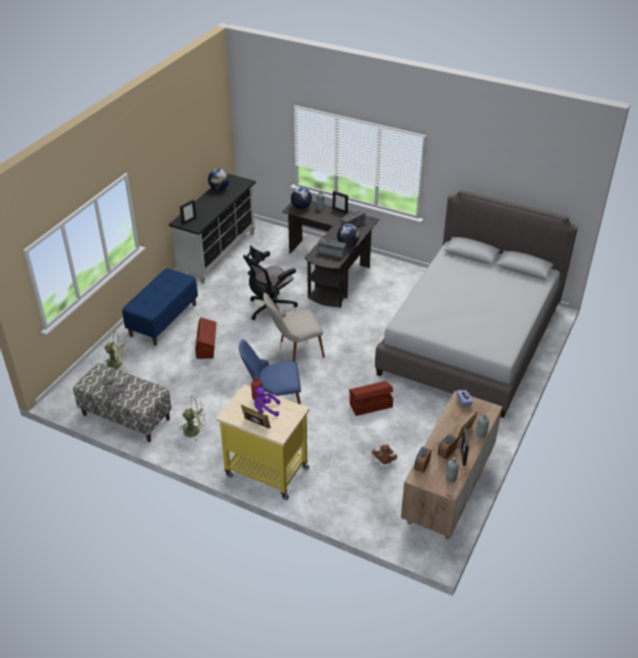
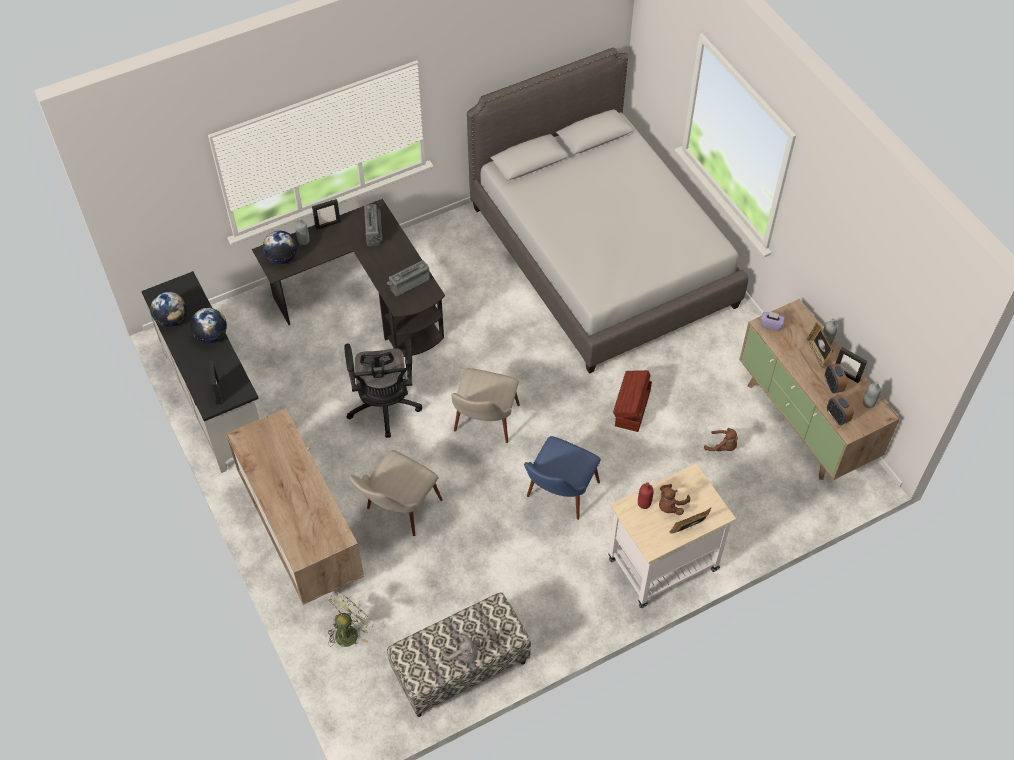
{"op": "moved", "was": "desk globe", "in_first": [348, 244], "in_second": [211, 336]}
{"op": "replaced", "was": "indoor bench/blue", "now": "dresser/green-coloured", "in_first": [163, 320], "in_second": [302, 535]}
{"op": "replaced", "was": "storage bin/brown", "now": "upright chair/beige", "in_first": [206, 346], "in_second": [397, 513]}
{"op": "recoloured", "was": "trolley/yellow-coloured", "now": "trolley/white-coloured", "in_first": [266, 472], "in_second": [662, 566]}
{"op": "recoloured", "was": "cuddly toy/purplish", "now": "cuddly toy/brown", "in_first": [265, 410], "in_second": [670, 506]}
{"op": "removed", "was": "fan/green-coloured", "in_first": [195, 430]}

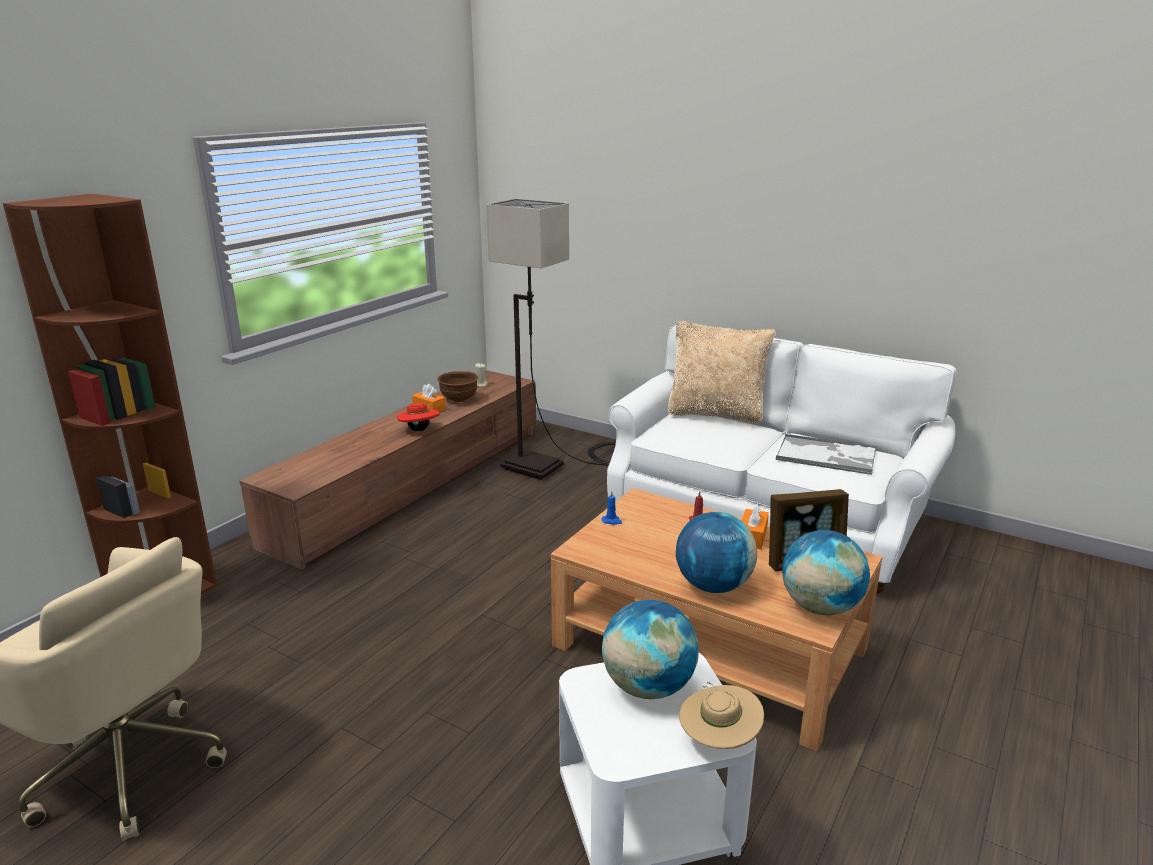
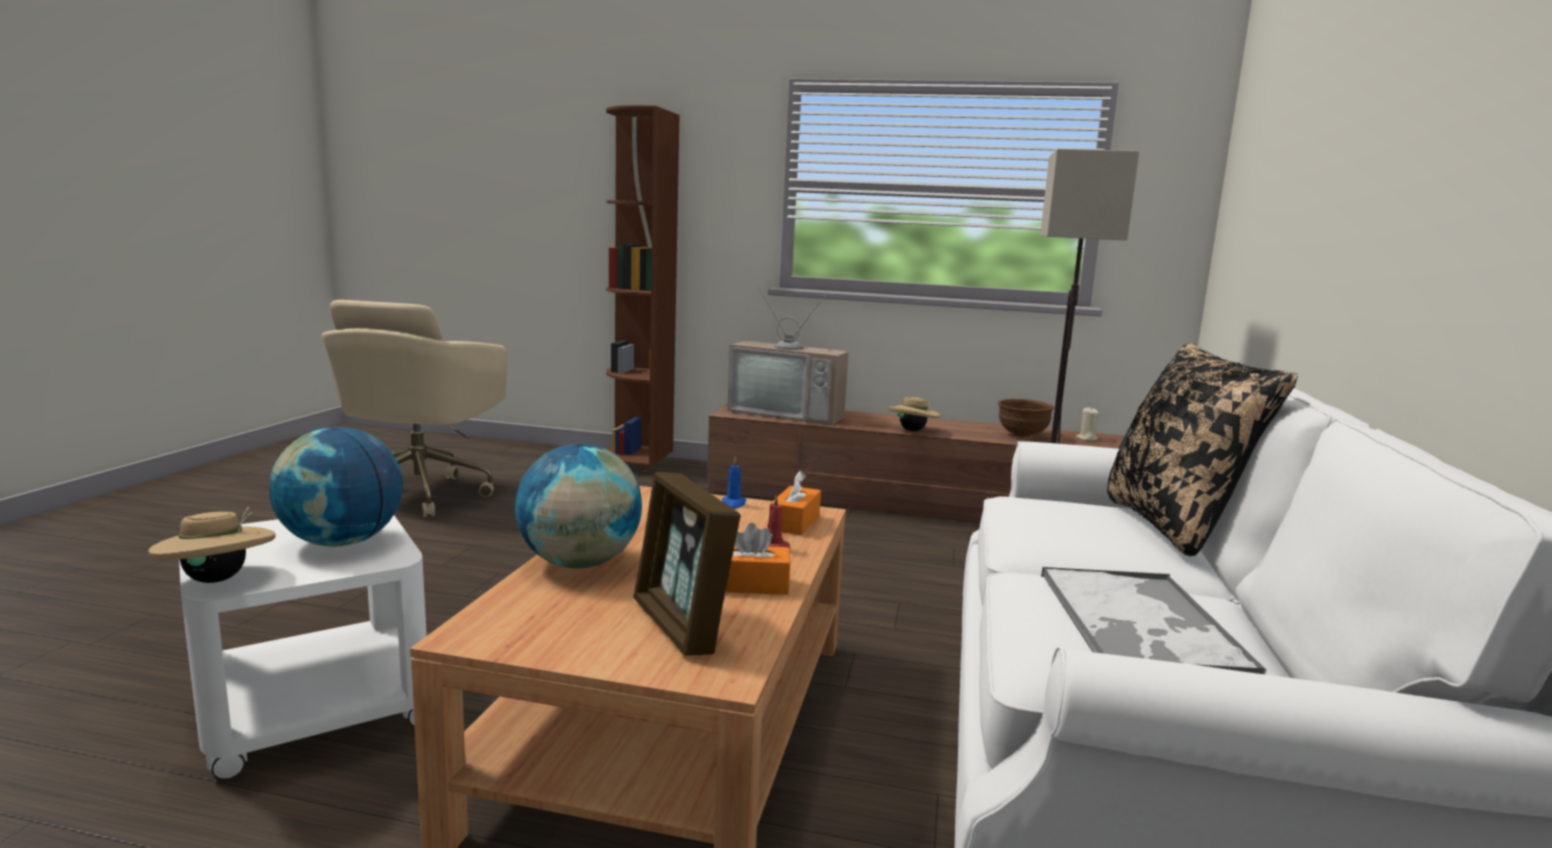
{"op": "added", "now": "TV set", "in_second": [789, 413]}
{"op": "moved", "was": "box of tissues/orange", "in_first": [429, 408], "in_second": [794, 523]}
{"op": "recoloured", "was": "wearable hat/reddish", "now": "wearable hat/beige", "in_first": [419, 430], "in_second": [913, 431]}
{"op": "recoloured", "was": "cushion/beige", "now": "cushion/black", "in_first": [716, 416], "in_second": [1172, 530]}
{"op": "removed", "was": "desk globe", "in_first": [820, 607]}

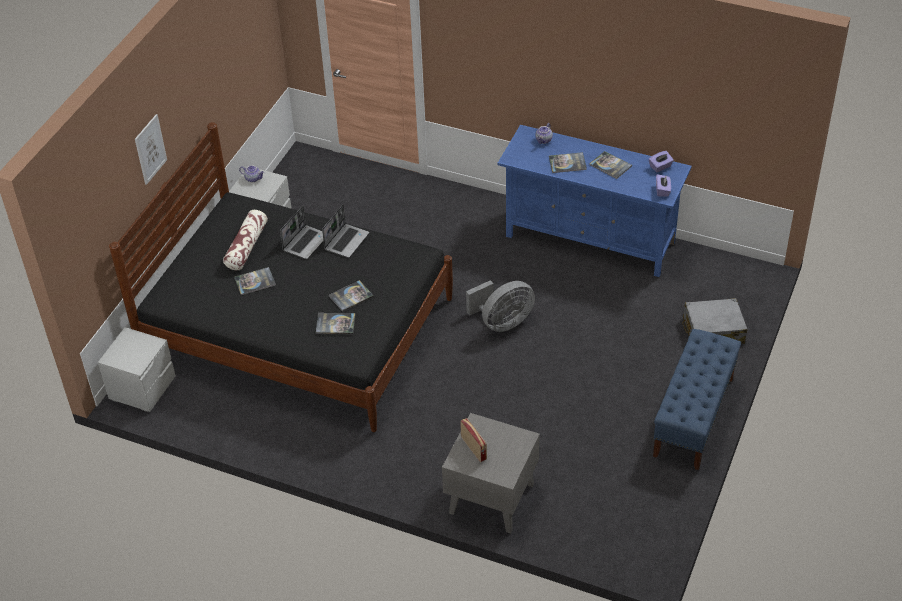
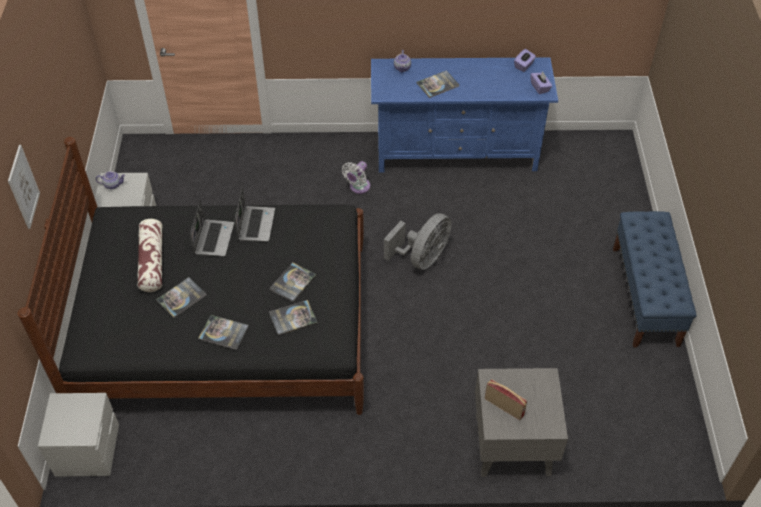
{"op": "moved", "was": "book", "in_first": [610, 165], "in_second": [223, 332]}
{"op": "added", "now": "fan/white-coloured", "in_second": [358, 187]}
{"op": "removed", "was": "suitcase/greyish", "in_first": [713, 330]}

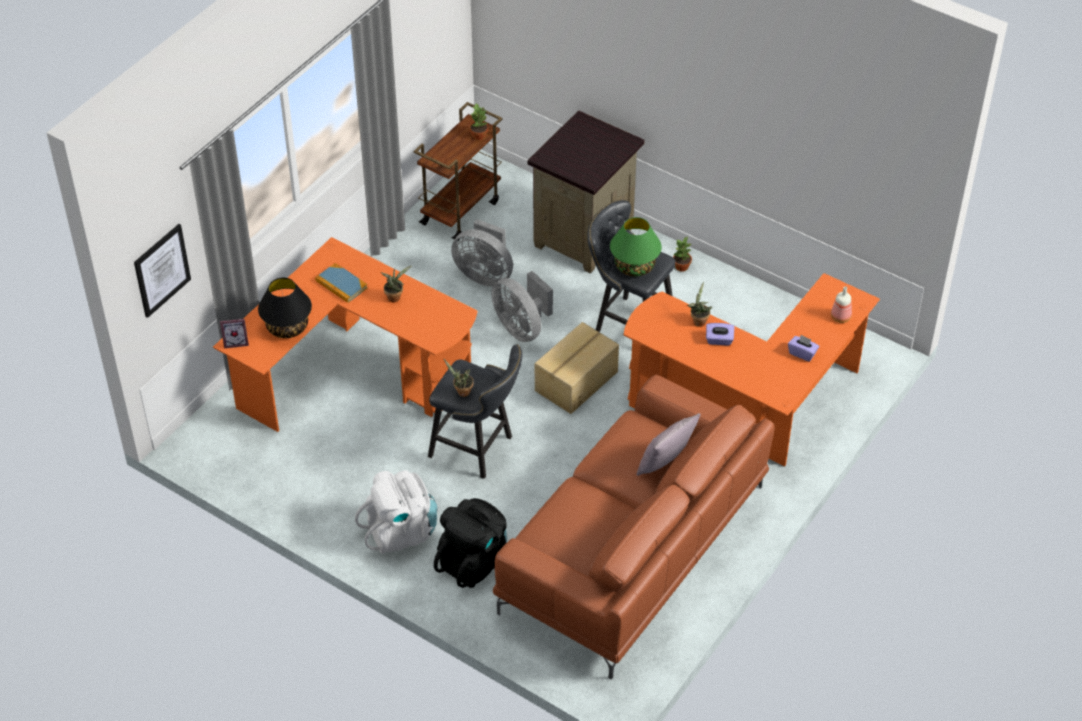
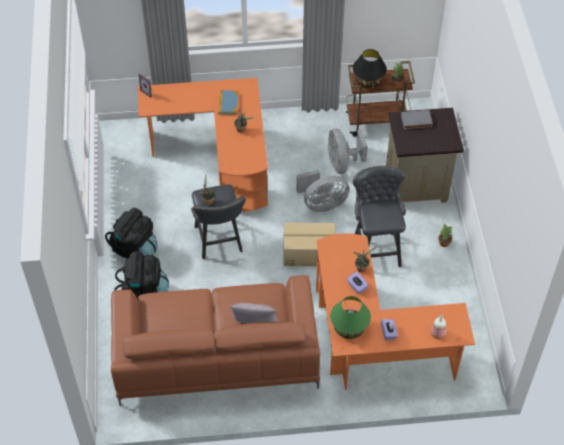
{"op": "recoloured", "was": "rucksack/white-coloured", "now": "rucksack/black", "in_first": [401, 532], "in_second": [135, 249]}
{"op": "turned", "was": "fan/greyish", "in_first": [522, 328], "in_second": [322, 204], "clockwise": -120}
{"op": "moved", "was": "tabletop lamp/green-coloured", "in_first": [634, 266], "in_second": [349, 328]}
{"op": "moved", "was": "tabletop lamp/black", "in_first": [287, 327], "in_second": [368, 81]}
{"op": "added", "now": "book/greyish", "in_second": [416, 121]}
{"op": "removed", "was": "wall art", "in_first": [161, 270]}

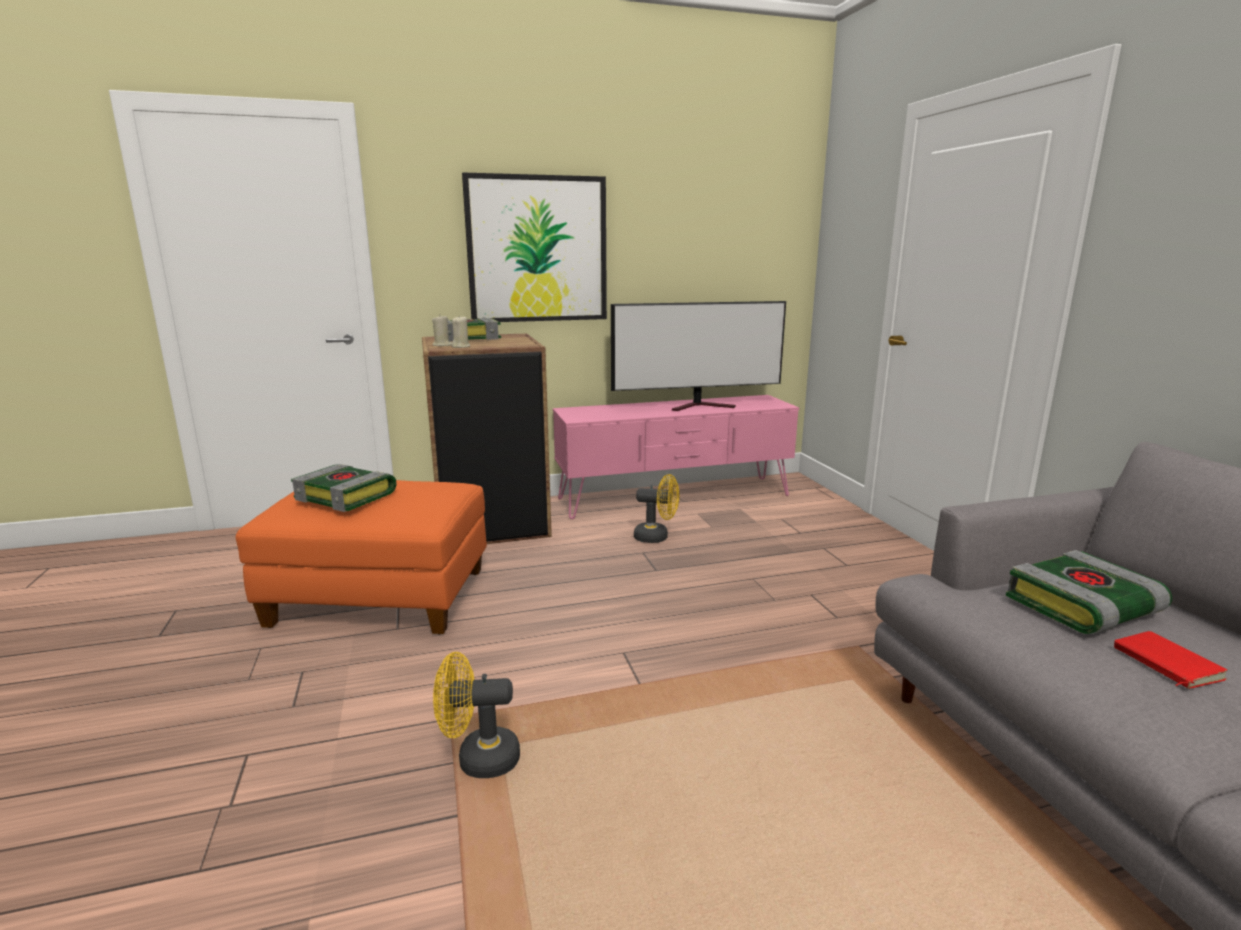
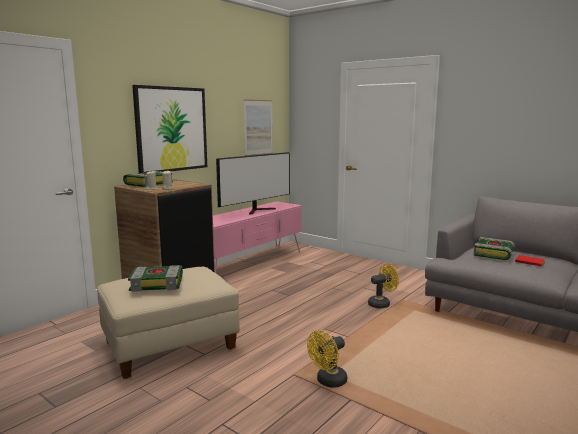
{"op": "recoloured", "was": "footrest/orange", "now": "footrest/beige", "in_first": [381, 598], "in_second": [170, 345]}
{"op": "added", "now": "wall art", "in_second": [258, 127]}
{"op": "moved", "was": "fan/yellow-coloured", "in_first": [657, 537], "in_second": [382, 304]}

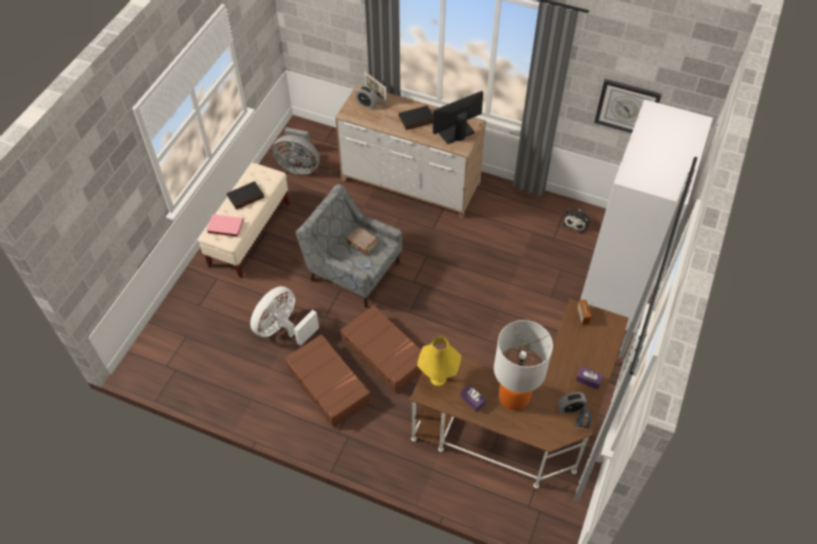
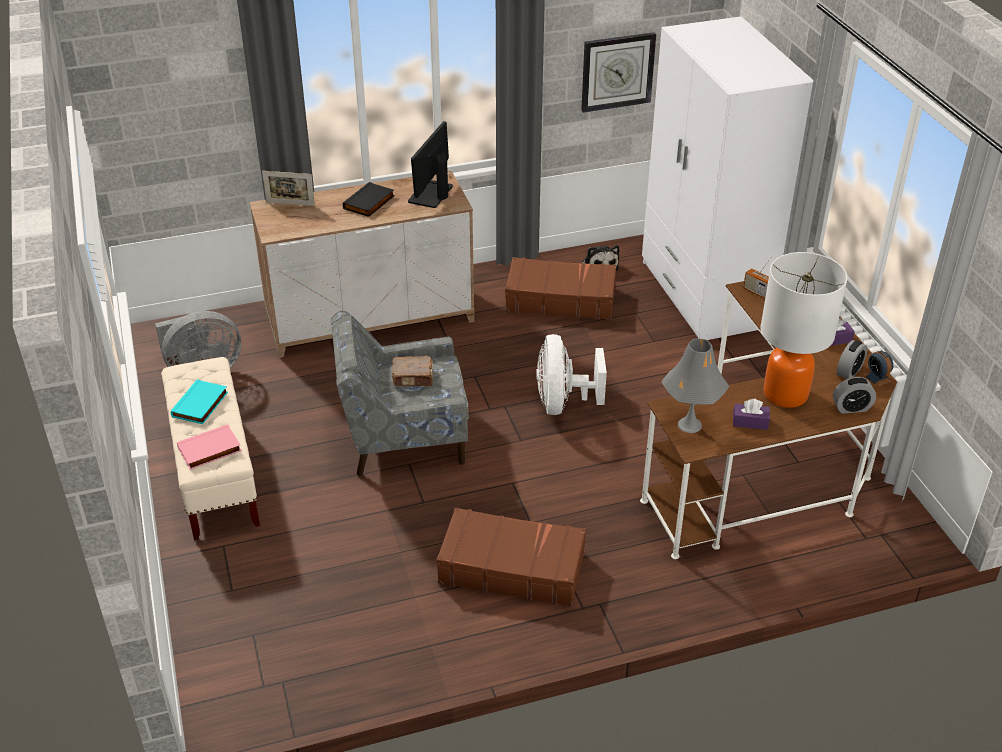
{"op": "recoloured", "was": "book/black", "now": "book/turquoise-coloured", "in_first": [246, 197], "in_second": [201, 405]}
{"op": "moved", "was": "suitcase/brown", "in_first": [385, 353], "in_second": [560, 299]}
{"op": "moved", "was": "fan/white-coloured", "in_first": [283, 329], "in_second": [562, 403]}
{"op": "recoloured", "was": "tabletop lamp/yellow-coloured", "now": "tabletop lamp/greyish", "in_first": [438, 378], "in_second": [689, 425]}
{"op": "moved", "was": "bedside clock", "in_first": [366, 103], "in_second": [851, 408]}

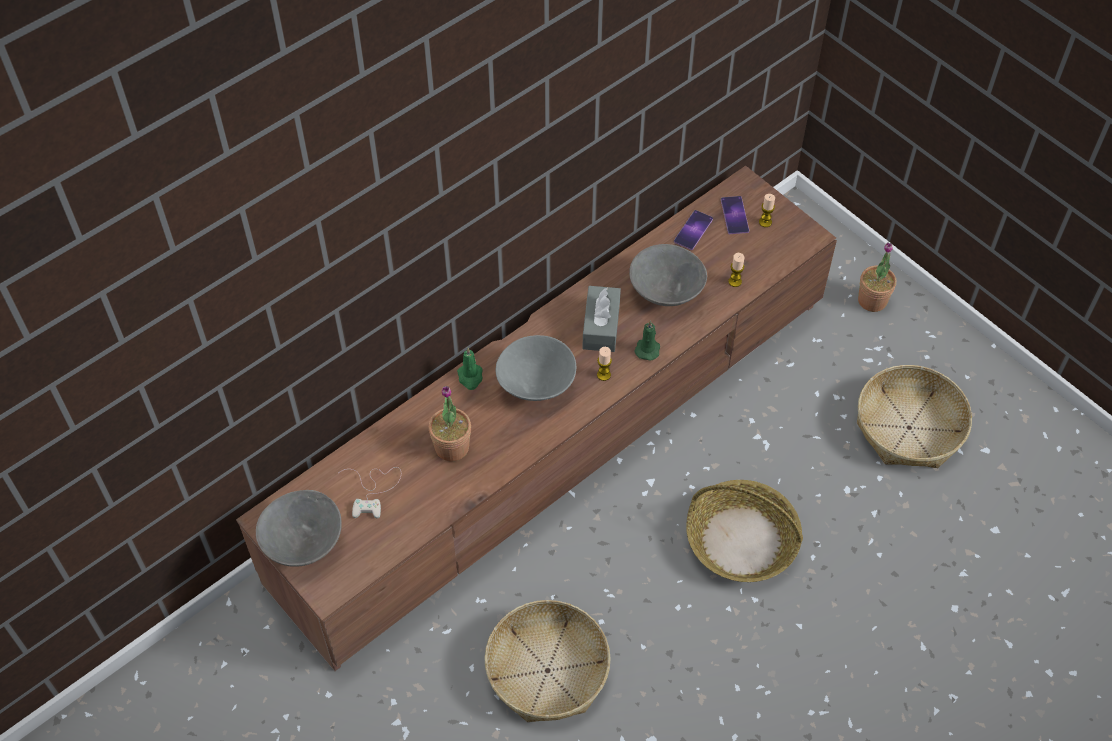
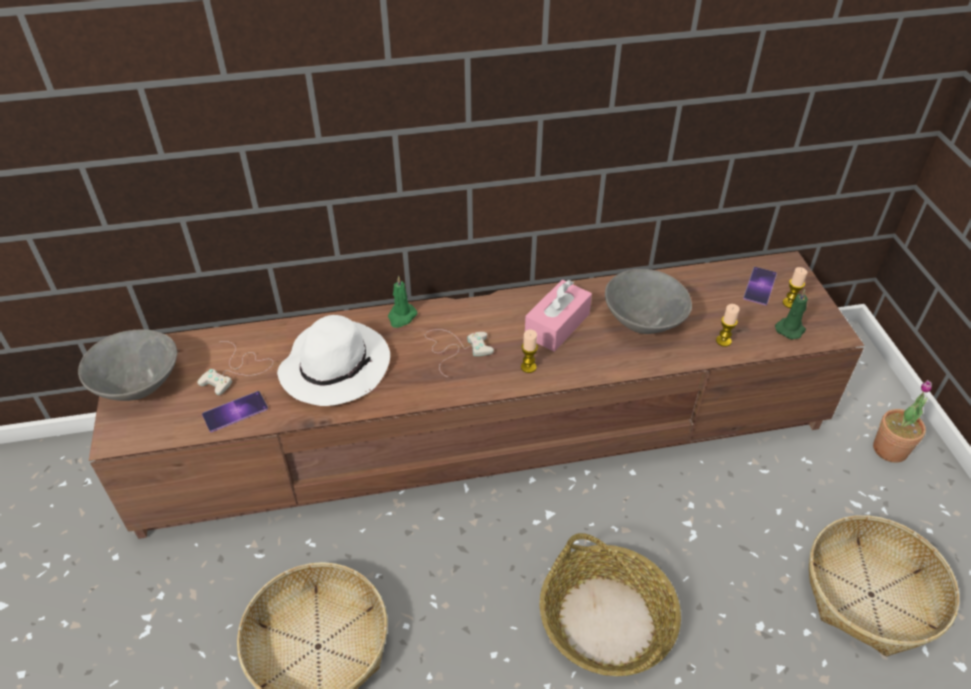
{"op": "moved", "was": "telephone", "in_first": [693, 230], "in_second": [235, 411]}
{"op": "replaced", "was": "potted plant", "now": "wearable hat/white-coloured", "in_first": [452, 447], "in_second": [336, 366]}
{"op": "replaced", "was": "serving bowl/greyish", "now": "joypad/white-coloured", "in_first": [535, 385], "in_second": [455, 348]}
{"op": "recoloured", "was": "box of tissues/greyish", "now": "box of tissues/pink", "in_first": [601, 326], "in_second": [557, 325]}
{"op": "moved", "was": "candle/green-coloured", "in_first": [647, 348], "in_second": [790, 329]}

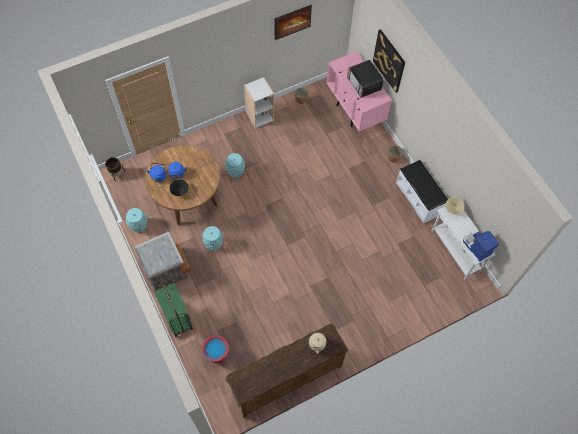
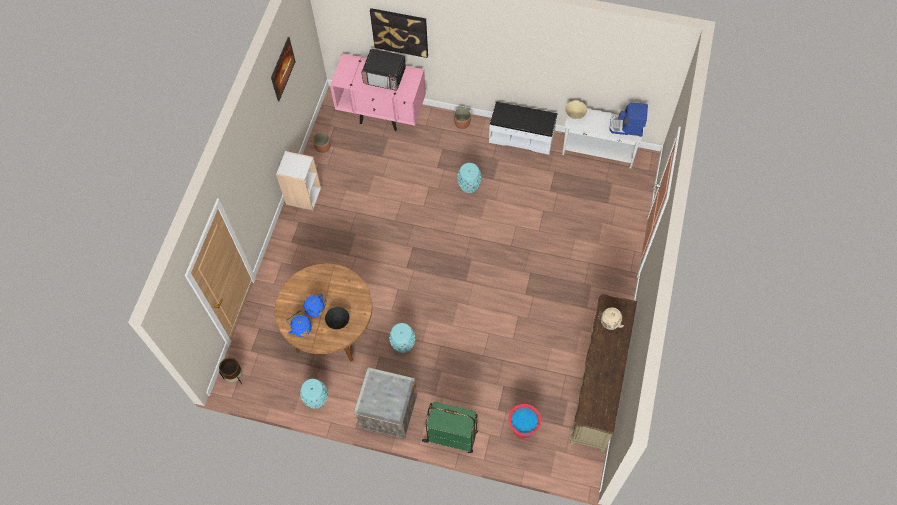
{"op": "moved", "was": "stool/turquoise-coloured", "in_first": [236, 171], "in_second": [469, 185]}

